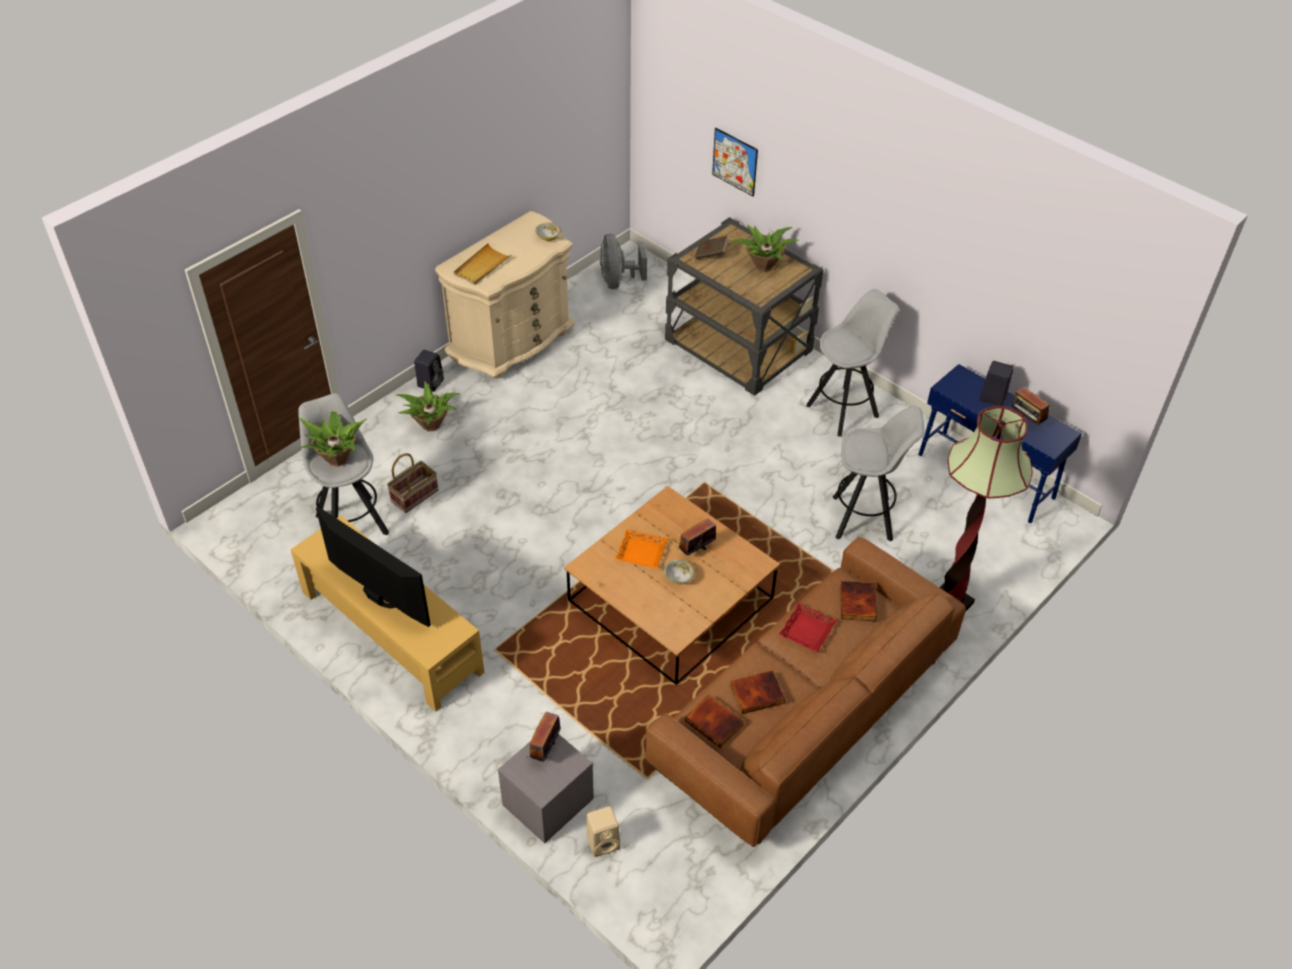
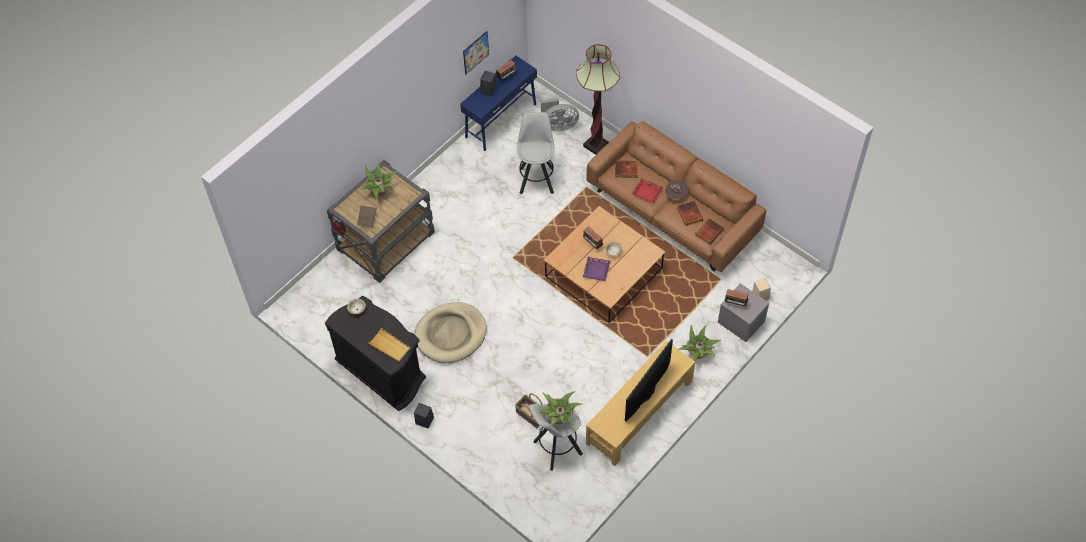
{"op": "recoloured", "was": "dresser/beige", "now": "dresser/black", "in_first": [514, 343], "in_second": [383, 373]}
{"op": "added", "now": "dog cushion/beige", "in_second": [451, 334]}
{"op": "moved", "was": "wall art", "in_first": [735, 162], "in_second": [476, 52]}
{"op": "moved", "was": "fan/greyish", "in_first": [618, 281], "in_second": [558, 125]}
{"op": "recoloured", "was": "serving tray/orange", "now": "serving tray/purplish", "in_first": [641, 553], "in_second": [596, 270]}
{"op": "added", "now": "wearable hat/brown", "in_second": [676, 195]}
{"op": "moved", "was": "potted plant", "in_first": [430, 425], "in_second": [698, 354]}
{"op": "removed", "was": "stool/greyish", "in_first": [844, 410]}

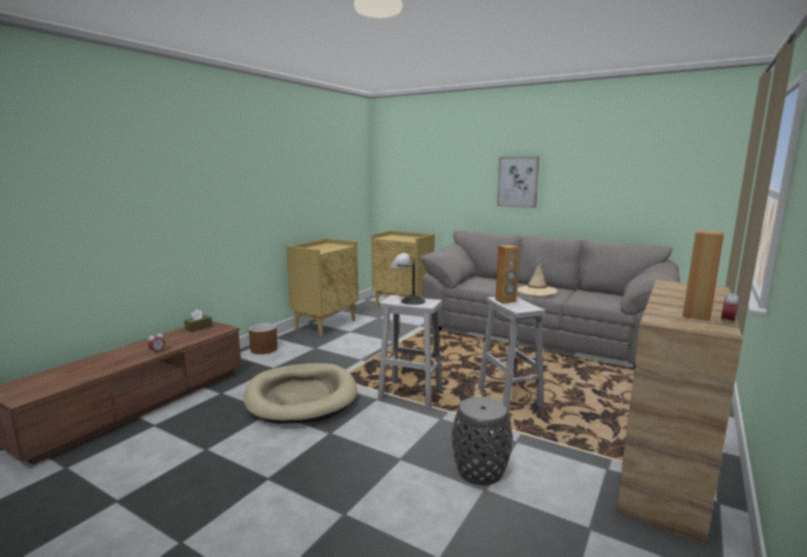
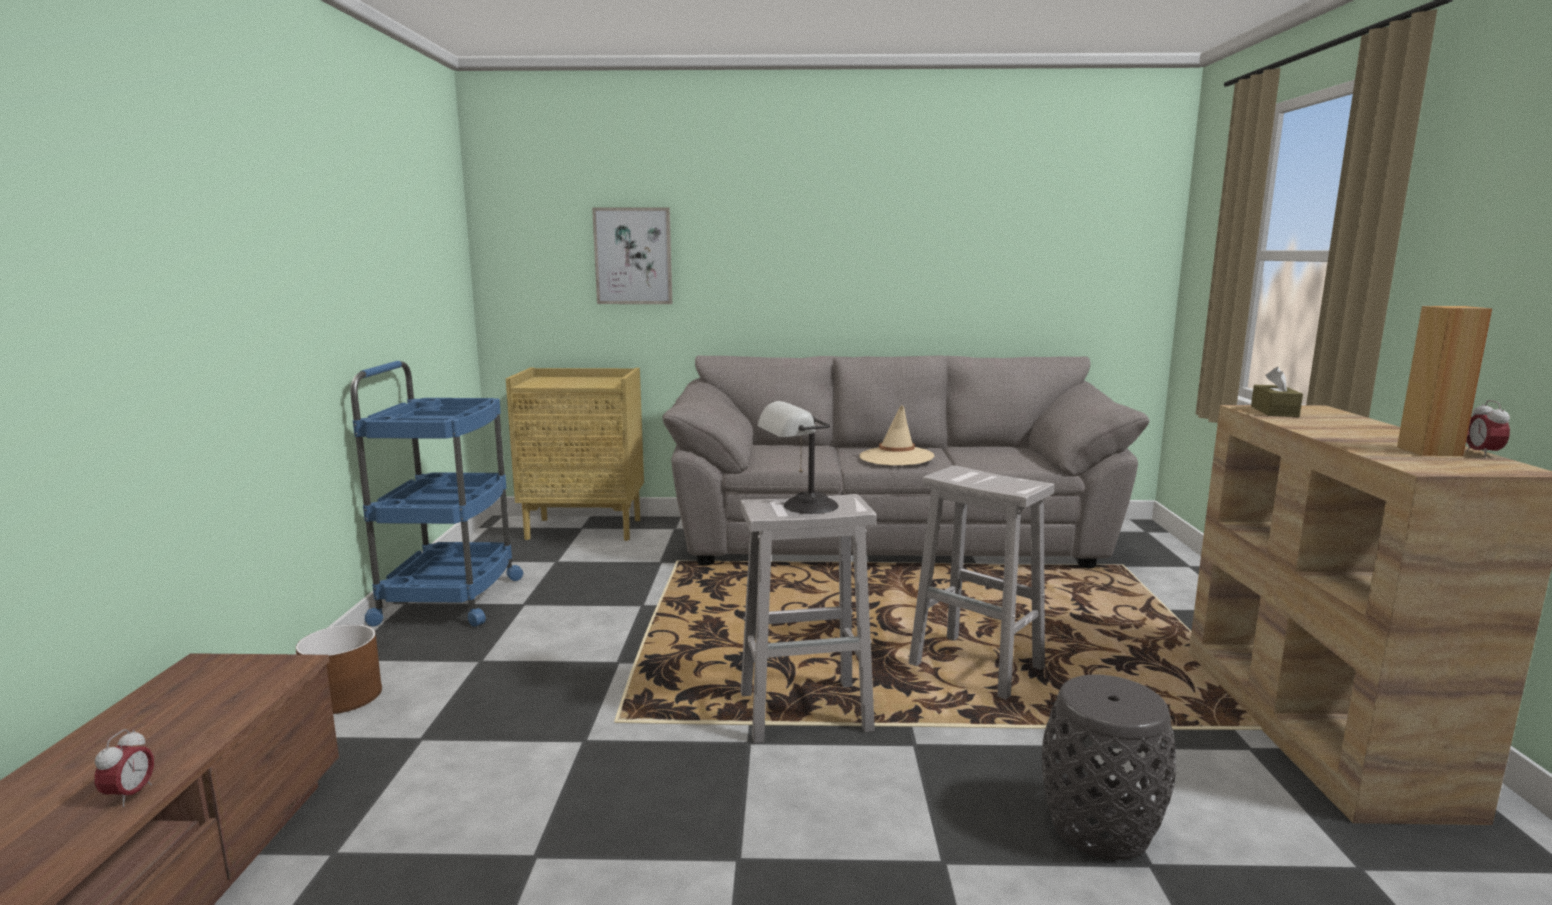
{"op": "replaced", "was": "cupboard/beige", "now": "trolley/blue", "in_first": [326, 325], "in_second": [450, 600]}
{"op": "moved", "was": "wall art", "in_first": [518, 182], "in_second": [633, 256]}
{"op": "moved", "was": "box of tissues/brown", "in_first": [199, 328], "in_second": [1274, 411]}
{"op": "removed", "was": "dog cushion/beige", "in_first": [301, 397]}
{"op": "removed", "was": "speaker/brown", "in_first": [505, 301]}

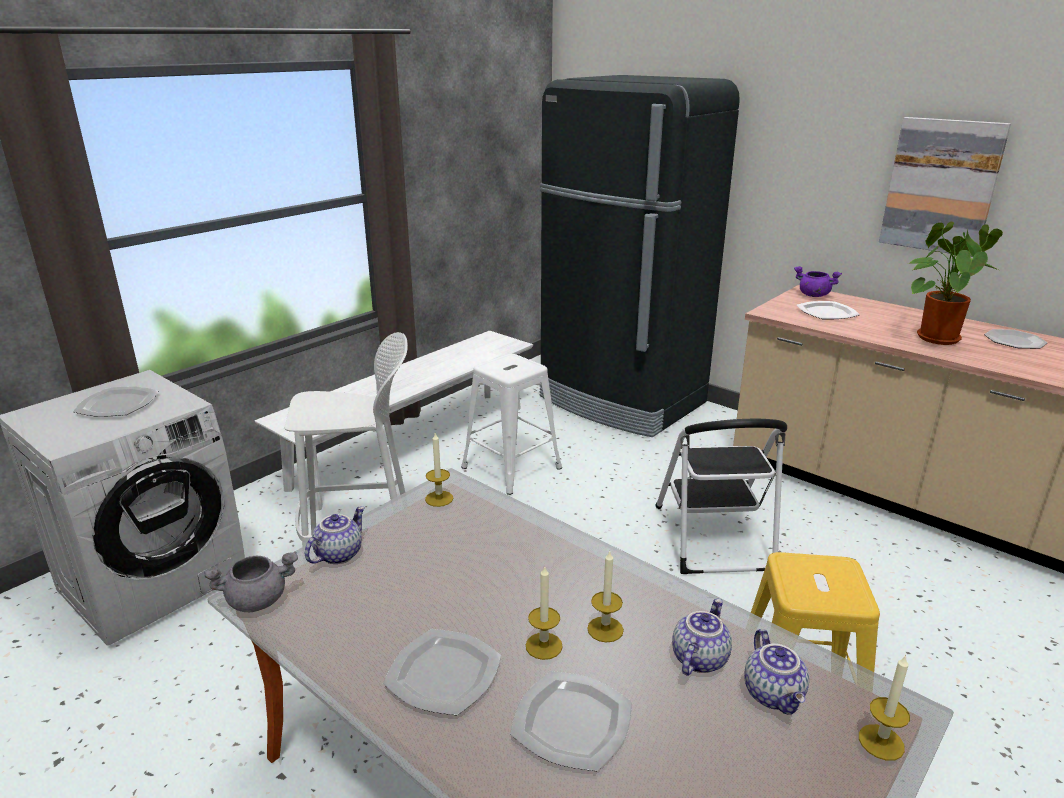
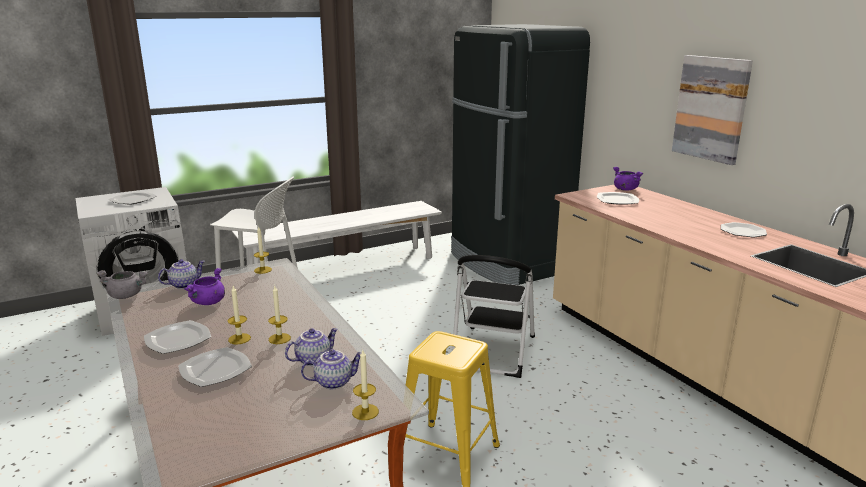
{"op": "added", "now": "cooking pot/purplish", "in_second": [208, 302]}
{"op": "turned", "was": "tea pot", "in_first": [774, 695], "in_second": [334, 382], "clockwise": -120}
{"op": "removed", "was": "stool/white-coloured", "in_first": [511, 467]}
{"op": "removed", "was": "potted plant", "in_first": [935, 337]}

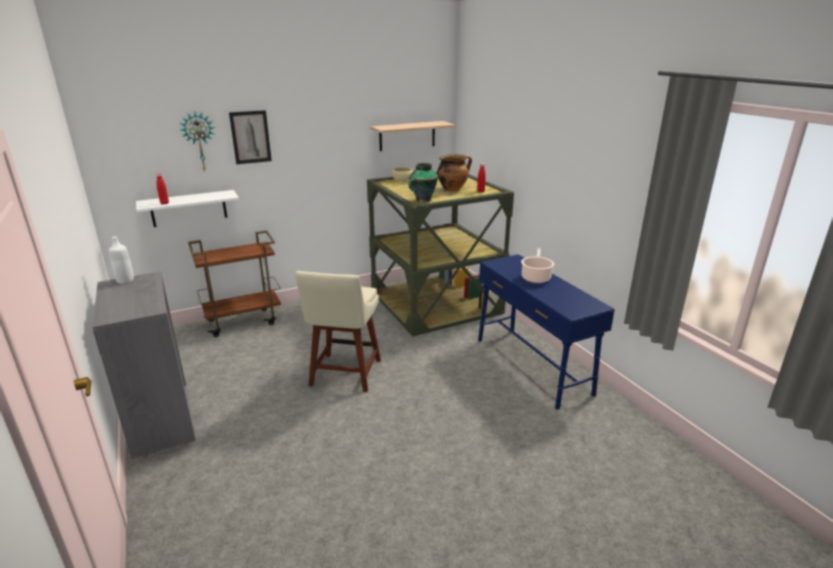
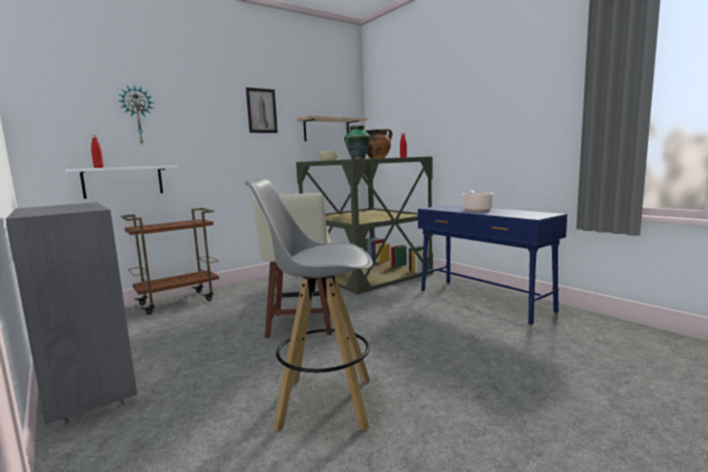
{"op": "added", "now": "stool/greyish", "in_second": [323, 402]}
{"op": "moved", "was": "wall art", "in_first": [250, 137], "in_second": [261, 111]}
{"op": "removed", "was": "drink bottle/white-coloured", "in_first": [125, 280]}

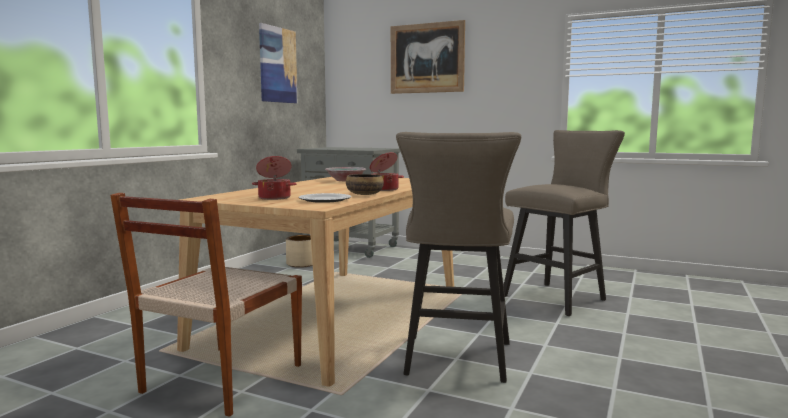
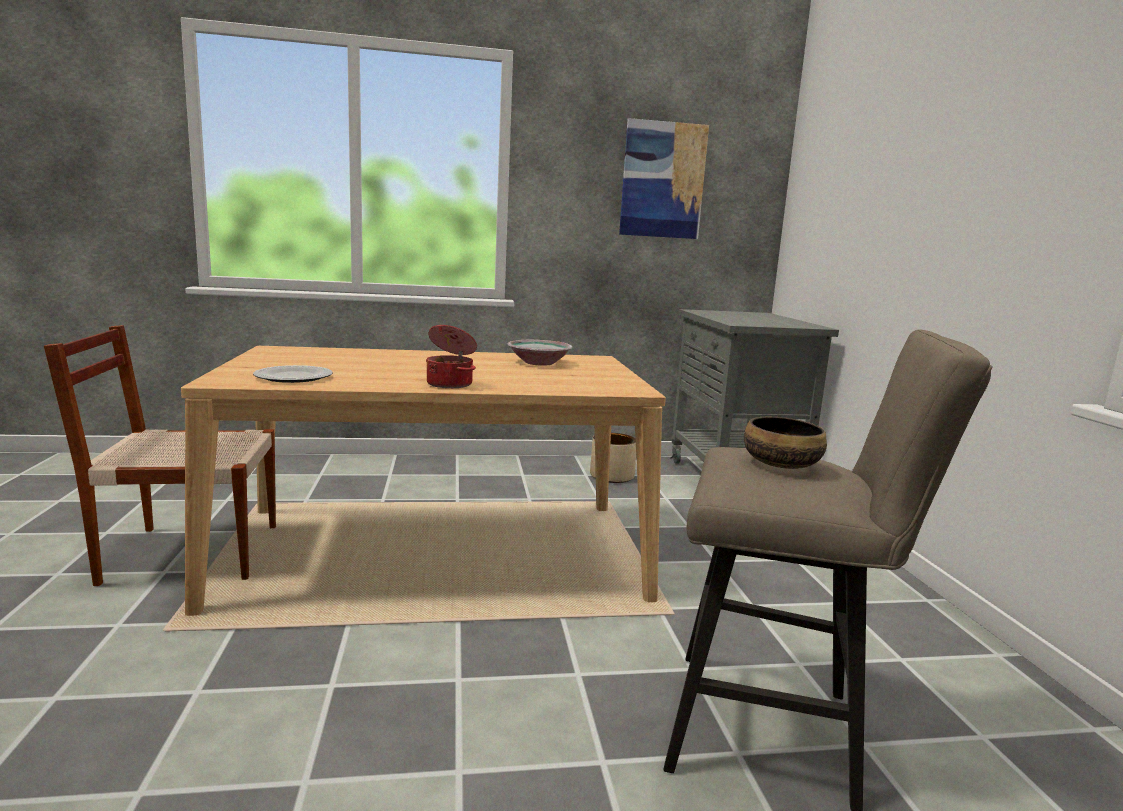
{"op": "moved", "was": "serving bowl", "in_first": [364, 194], "in_second": [781, 463]}
{"op": "removed", "was": "cooking pot", "in_first": [275, 198]}
{"op": "removed", "was": "wall art", "in_first": [427, 58]}
{"op": "removed", "was": "stool/beige", "in_first": [456, 362]}

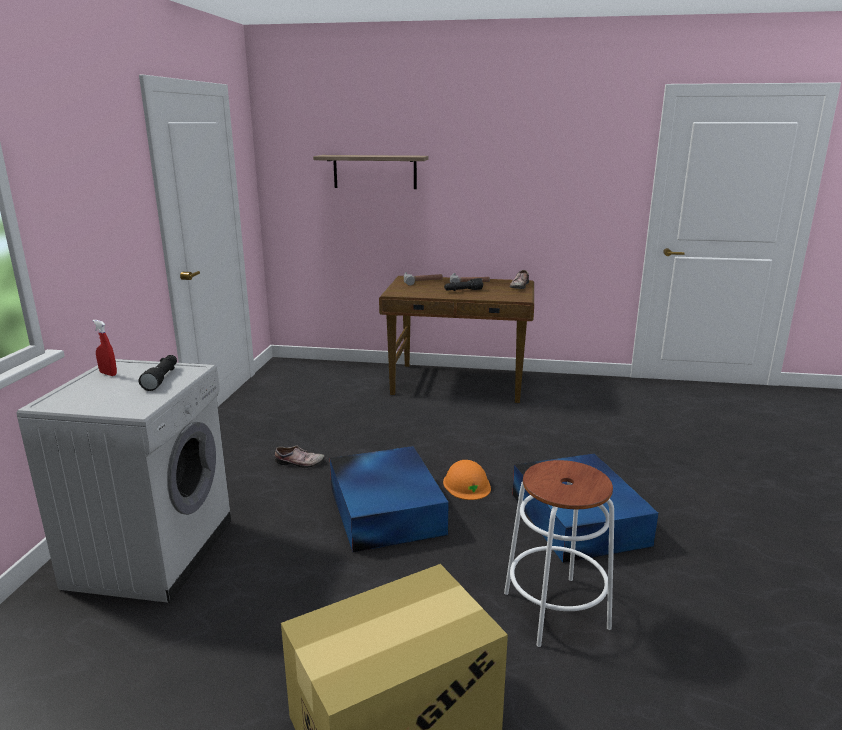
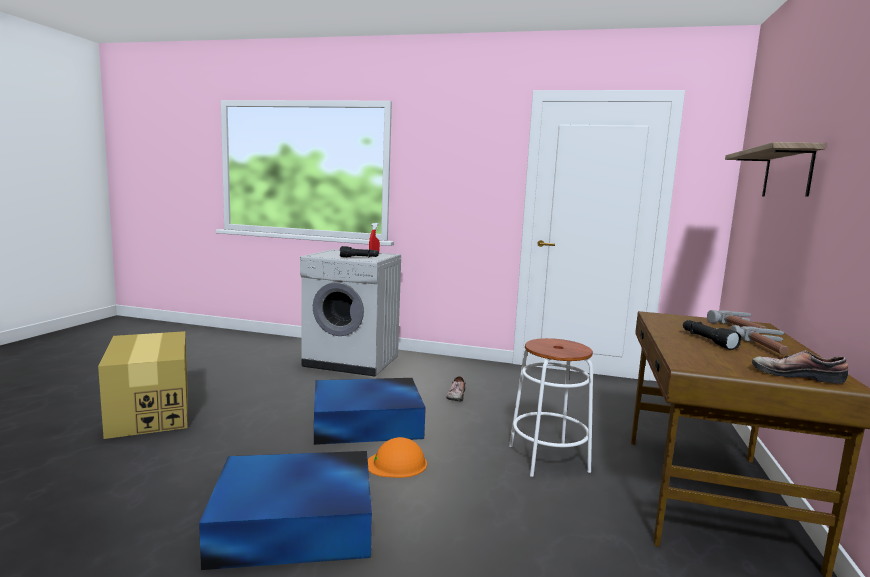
{"op": "moved", "was": "stool/white-coloured", "in_first": [555, 610], "in_second": [548, 458]}

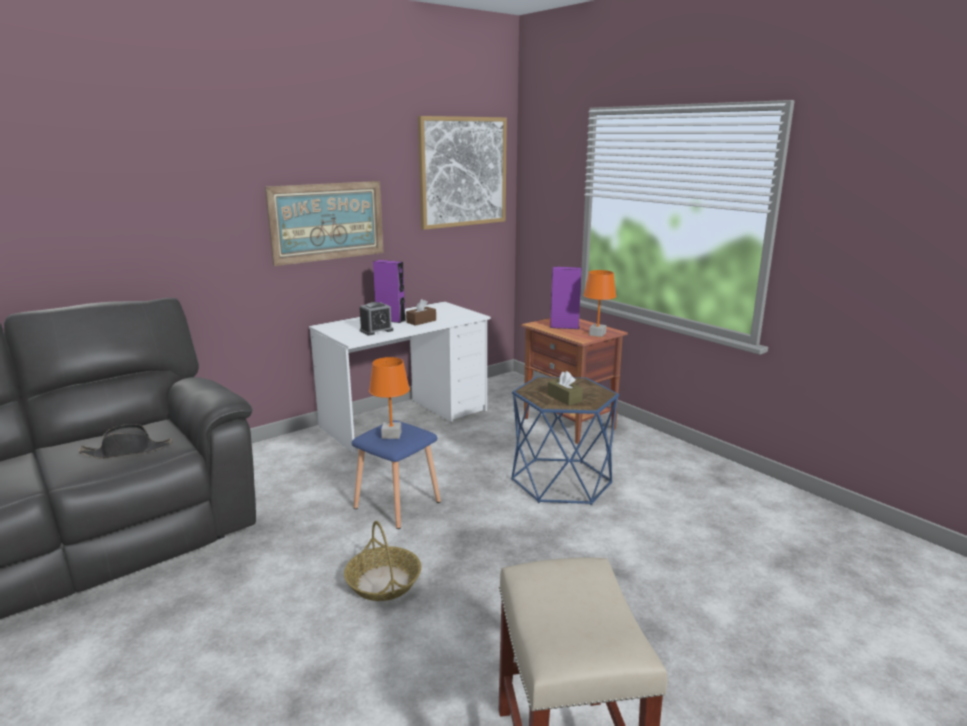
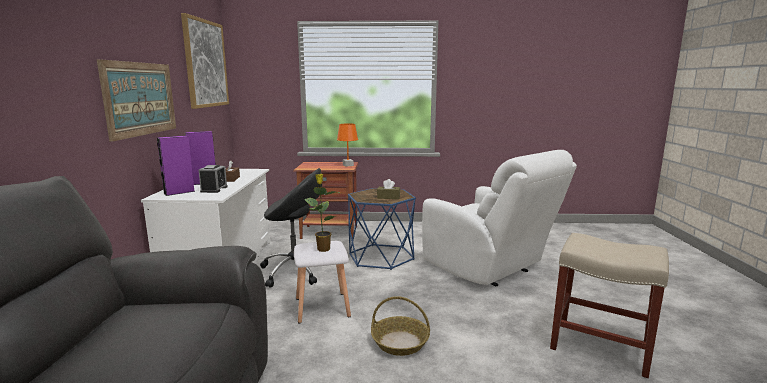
{"op": "moved", "was": "speaker/purplish", "in_first": [564, 327], "in_second": [179, 192]}
{"op": "added", "now": "computer chair/black", "in_second": [296, 270]}
{"op": "recoloured", "was": "stool/blue", "now": "stool/white-coloured", "in_first": [397, 504], "in_second": [321, 307]}
{"op": "replaced", "was": "tabletop lamp/orange", "now": "potted plant", "in_first": [391, 435], "in_second": [323, 249]}
{"op": "added", "now": "lounge chair/white-coloured", "in_second": [489, 269]}
{"op": "removed", "was": "wearable hat/black", "in_first": [128, 451]}

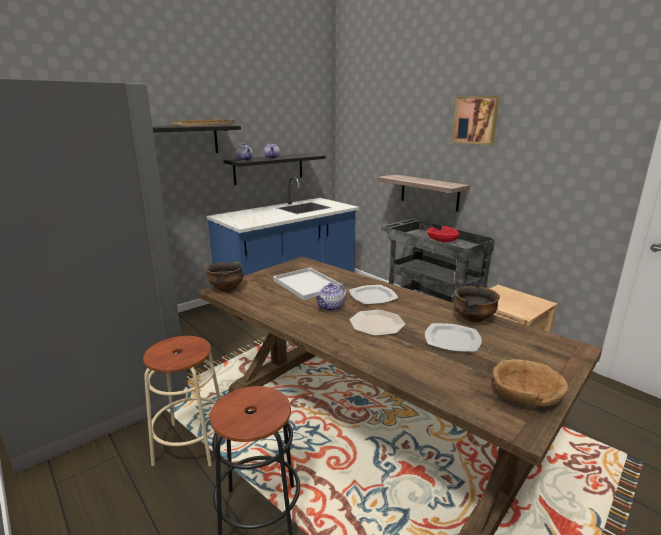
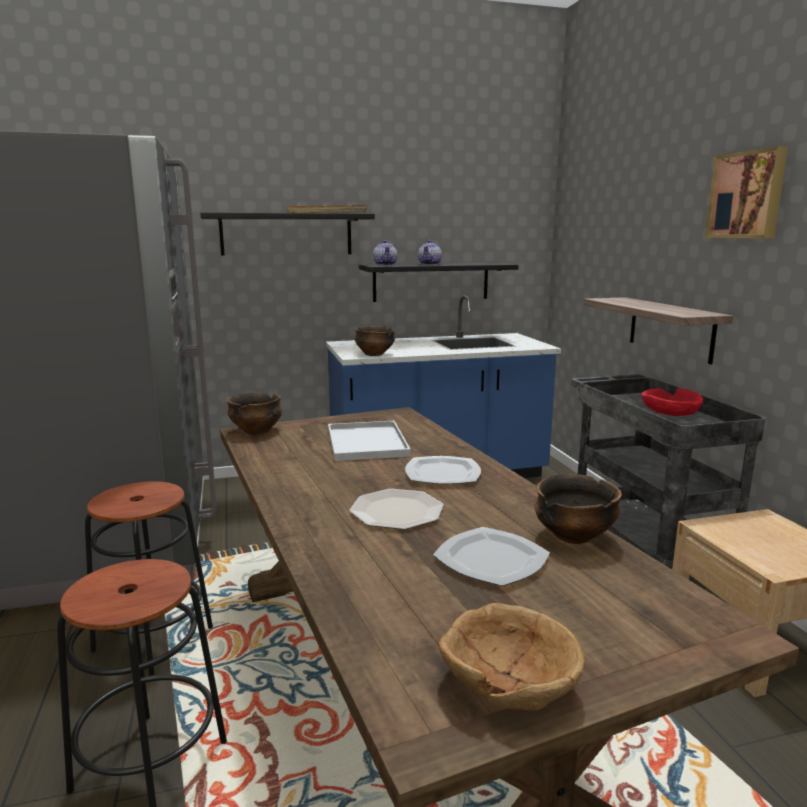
{"op": "recoloured", "was": "stool/beige", "now": "stool/black", "in_first": [190, 443], "in_second": [153, 639]}
{"op": "added", "now": "serving bowl", "in_second": [374, 354]}
{"op": "removed", "was": "tea pot", "in_first": [331, 307]}

